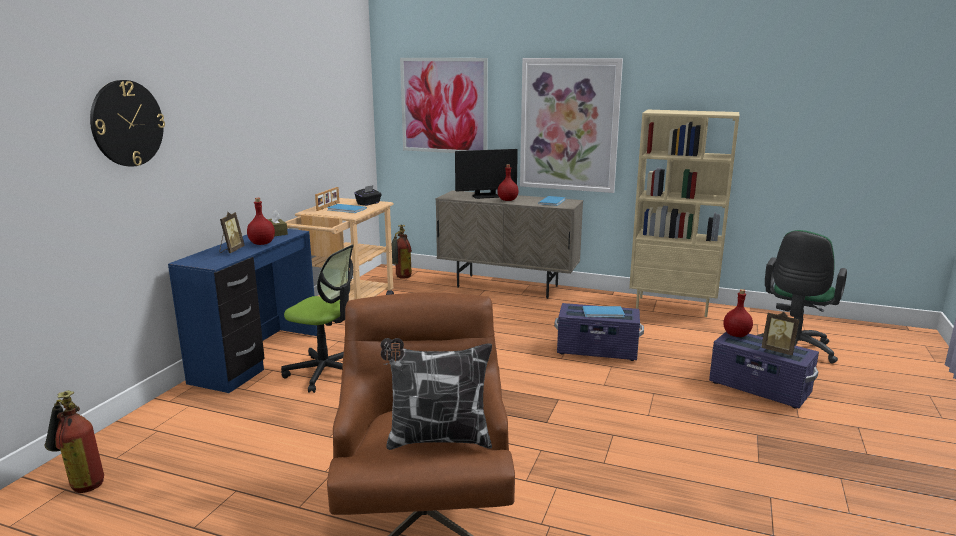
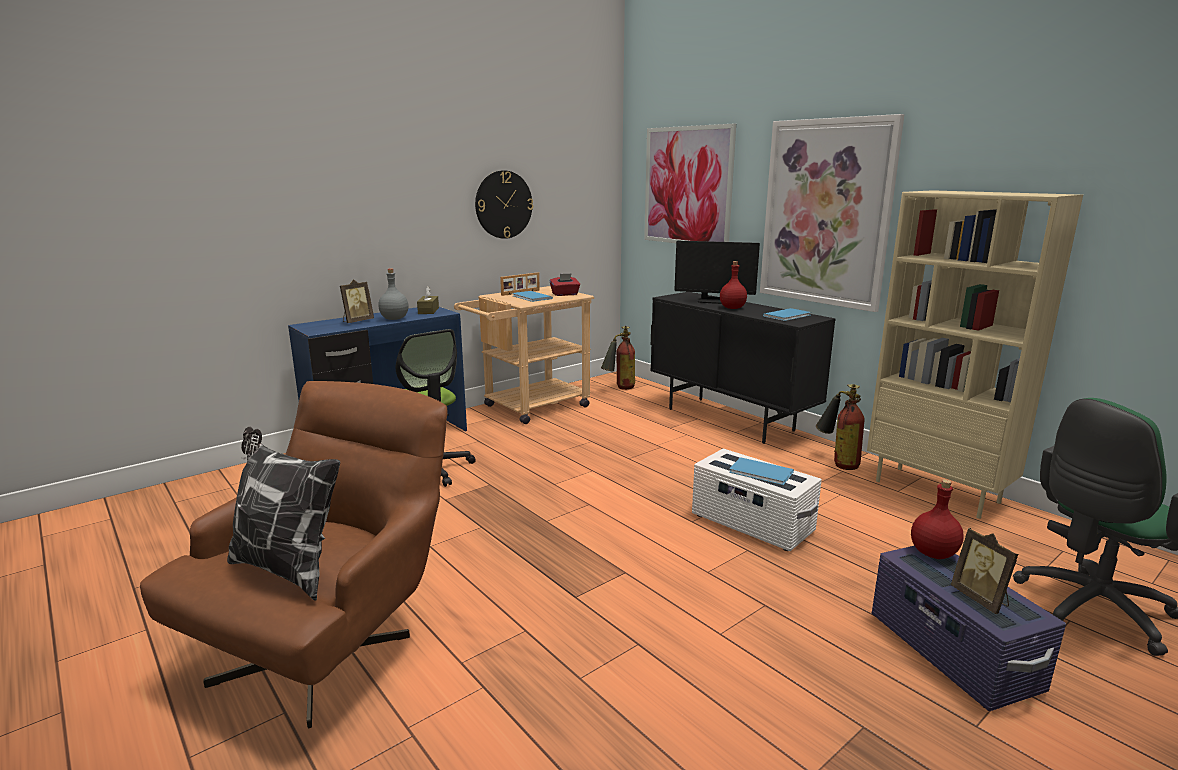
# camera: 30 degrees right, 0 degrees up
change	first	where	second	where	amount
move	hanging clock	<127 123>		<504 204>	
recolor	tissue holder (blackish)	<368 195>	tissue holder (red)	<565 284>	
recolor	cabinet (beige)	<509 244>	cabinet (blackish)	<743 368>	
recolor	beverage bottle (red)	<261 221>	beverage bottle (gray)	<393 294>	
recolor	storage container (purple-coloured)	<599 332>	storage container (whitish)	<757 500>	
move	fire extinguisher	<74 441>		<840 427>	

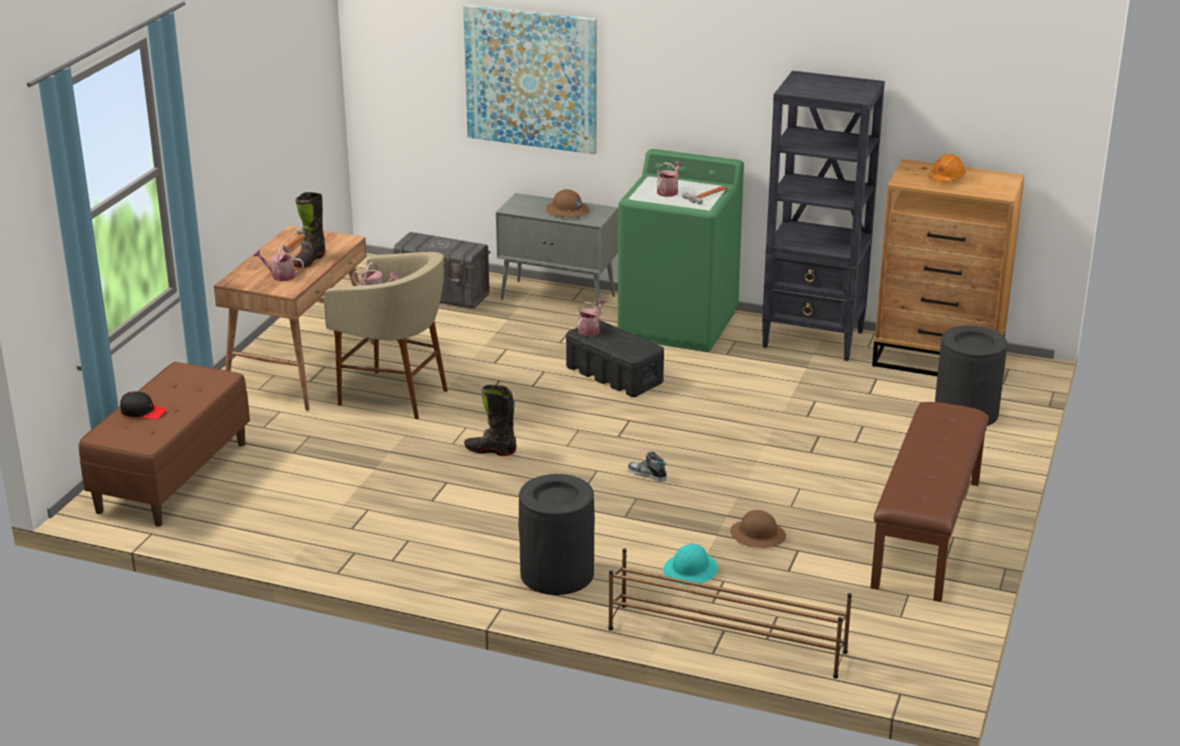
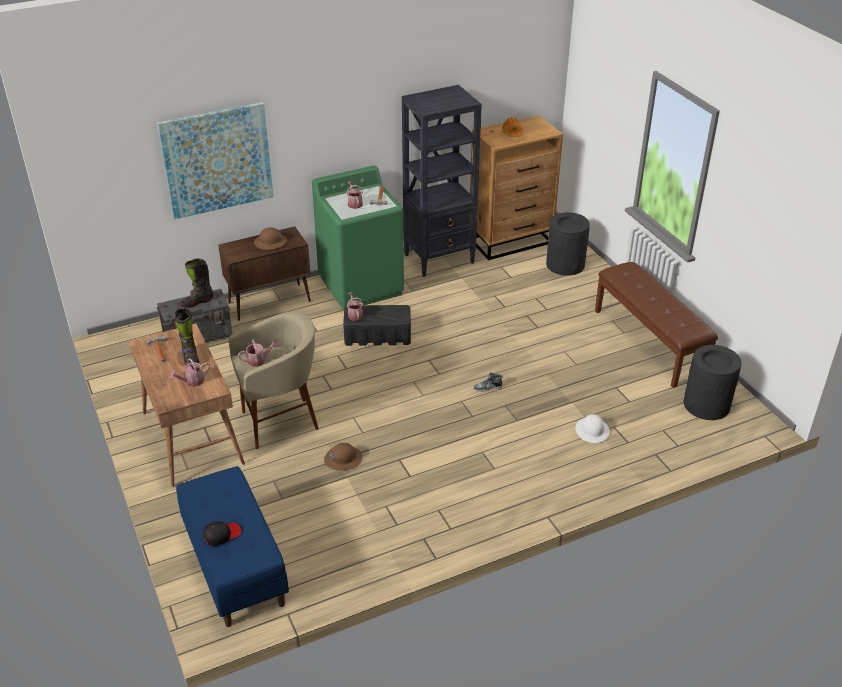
# camera: 45 degrees left, 10 degrees up
change	first	where	second	where	amount
recolor	cabinet (gray)	<557 254>	cabinet (brown-coloured)	<264 273>	
recolor	indoor bench (brown-coloured)	<164 444>	indoor bench (blue-coloured)	<232 546>	
move	high-top boot (blackish)	<490 420>		<196 283>	
move	trash can (blackish)	<556 534>		<713 382>	
move	safety helmet (brown-coloured)	<758 529>		<343 457>	
recolor	safety helmet (turquoise)	<690 564>	safety helmet (whitish)	<592 428>	
delete	shoe rack (brown-coloured)	<730 614>			

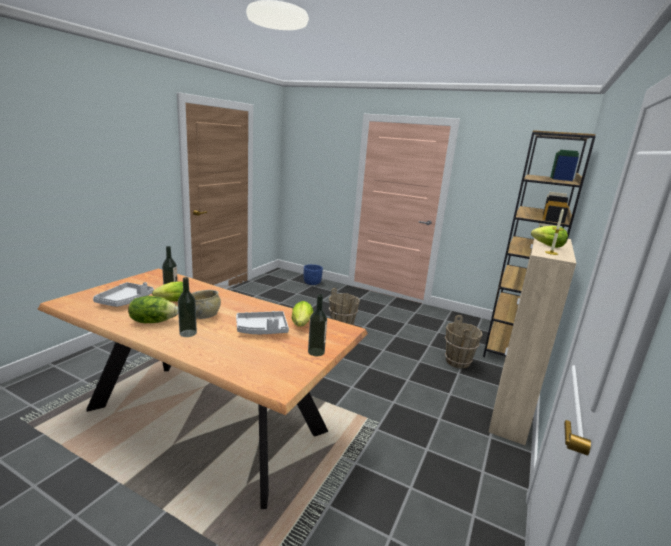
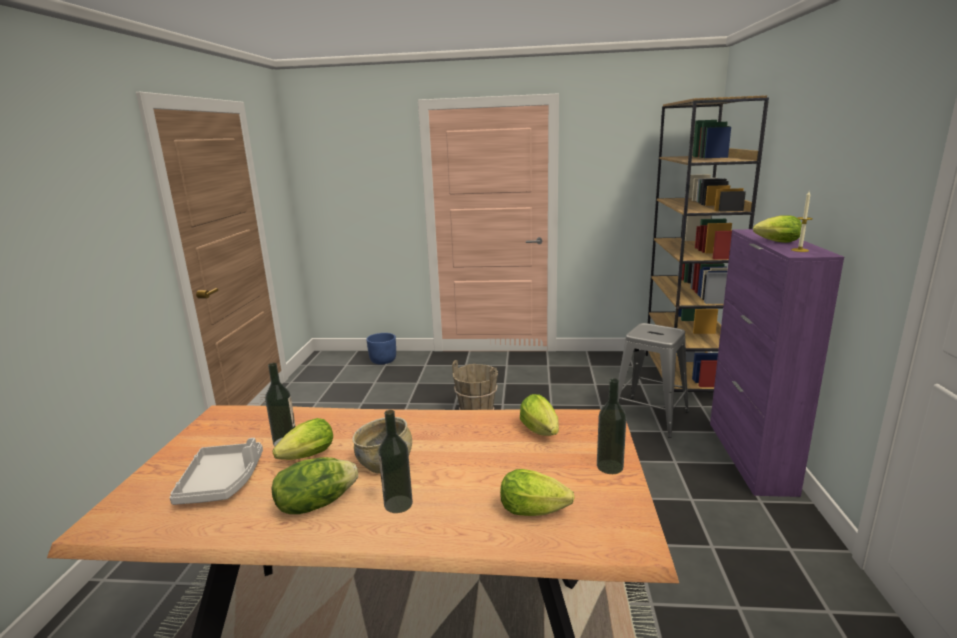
# camera: 20 degrees left, 0 degrees up
change	first	where	second	where	amount
recolor	cabinet (beige)	<532 341>	cabinet (purple-coloured)	<777 363>	
delete	tray (gray)	<262 322>			
replace	bucket (brown-coloured)	<463 342>	sitting stool (gray)	<653 380>	
insert			lettuce	<537 492>	

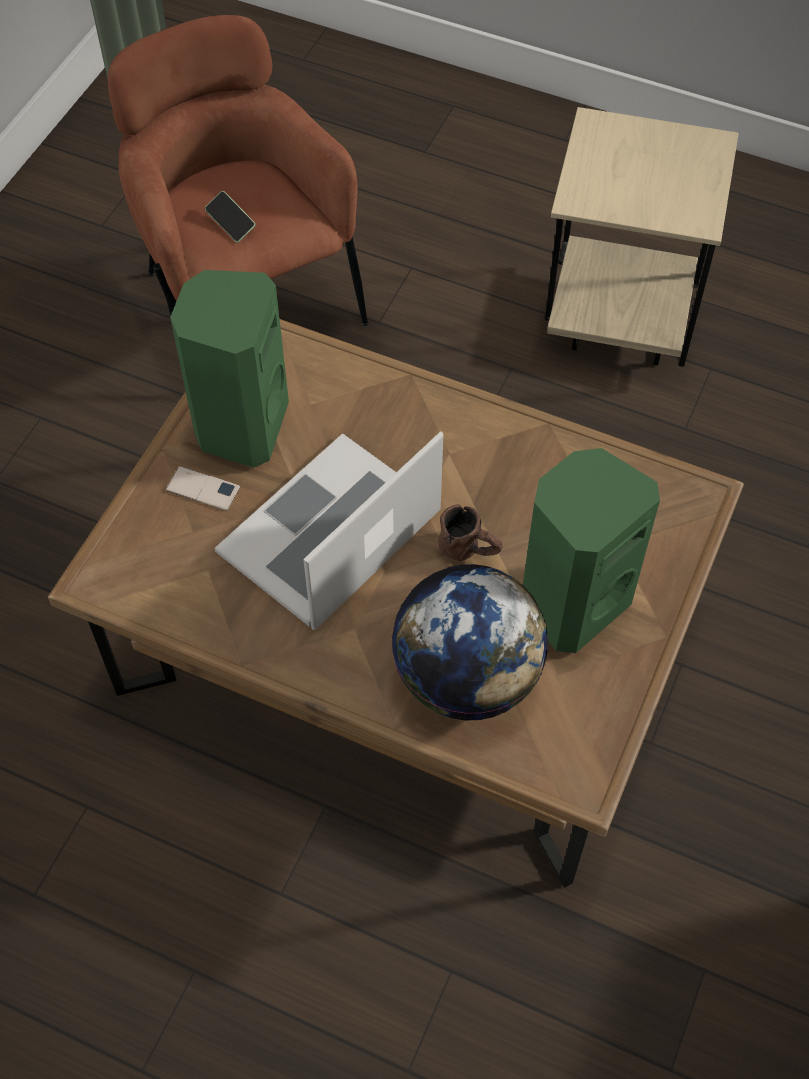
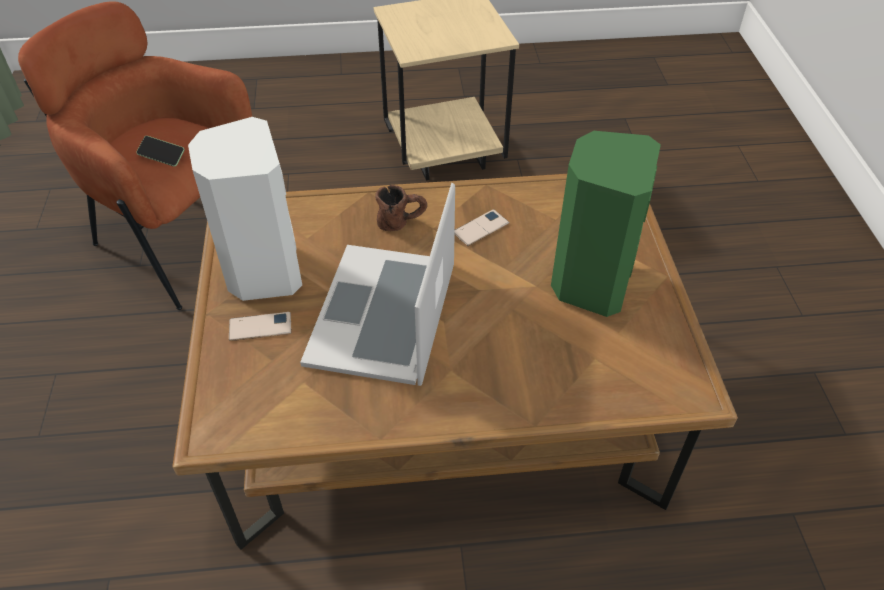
# camera: 30 degrees left, 10 degrees down
change	first	where	second	where	amount
recolor	audio speaker (green)	<229 369>	audio speaker (whitish)	<245 209>	
move	tea mug (brown-coloured)	<470 533>		<401 208>	
delete	globe	<470 642>			
insert			telephone	<481 227>	

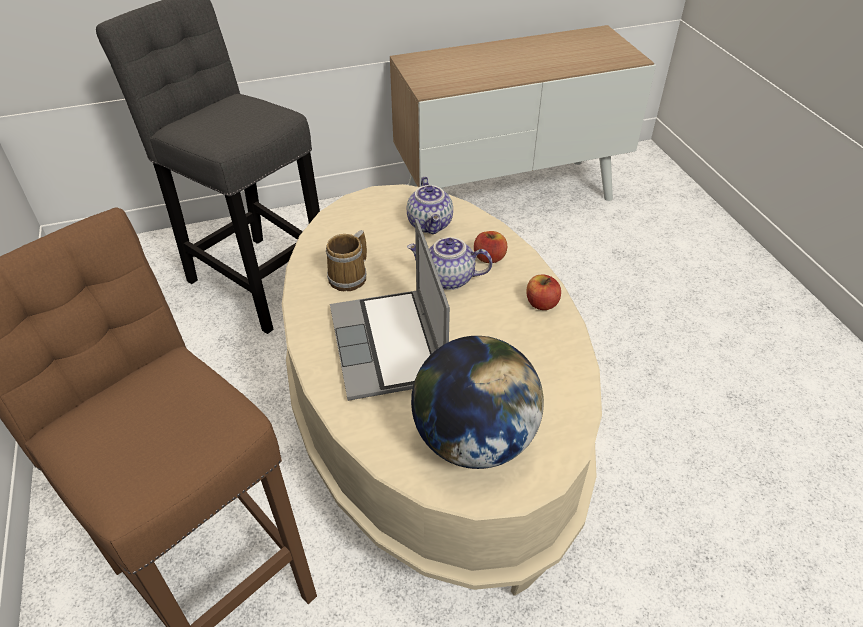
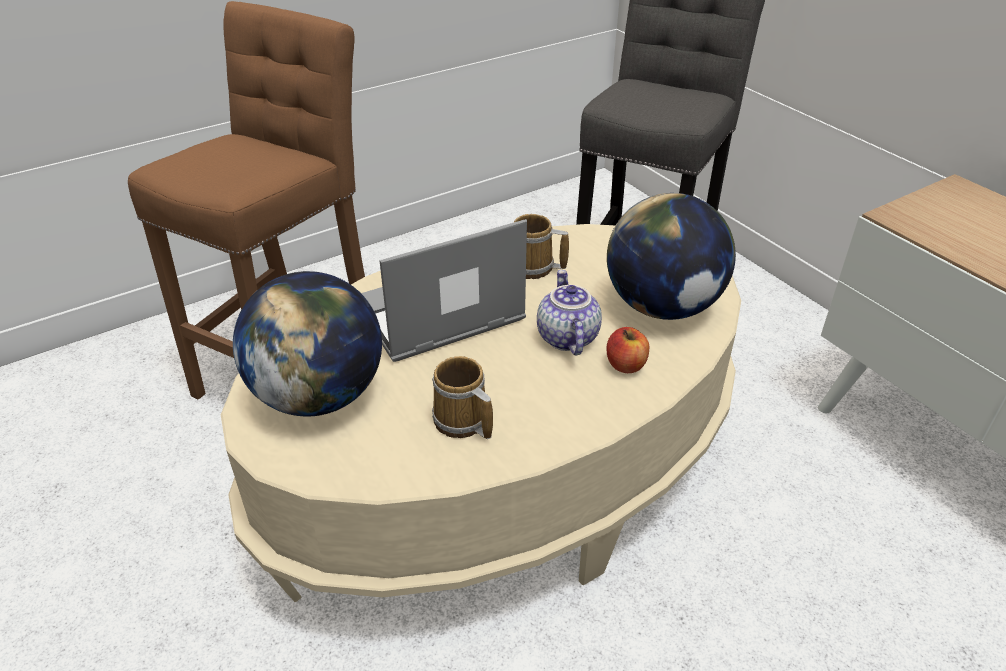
# camera: 75 degrees right, 5 degrees down
change	first	where	second	where	amount
replace	tea pot	<430 205>	globe	<671 256>	
delete	apple fruit	<543 292>			
insert			tea mug	<462 397>	

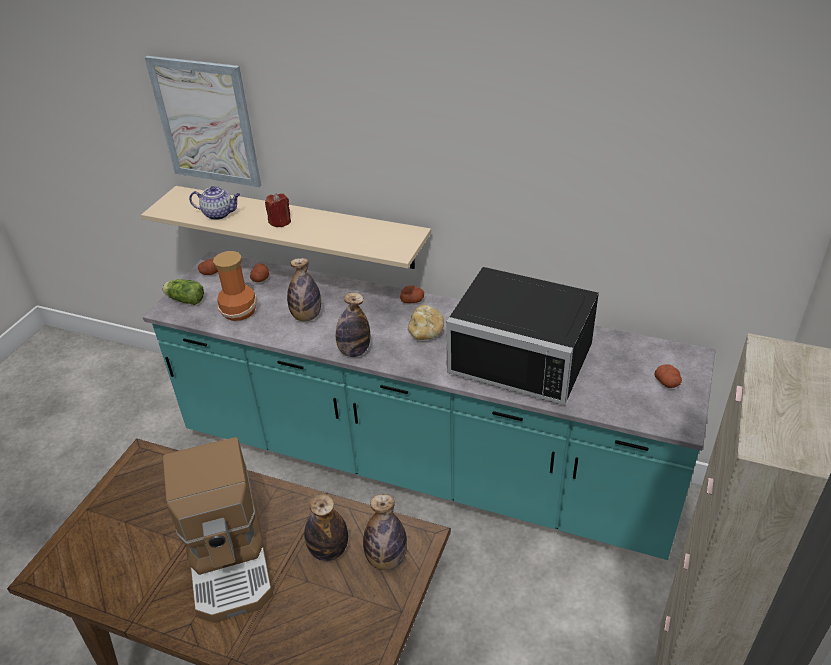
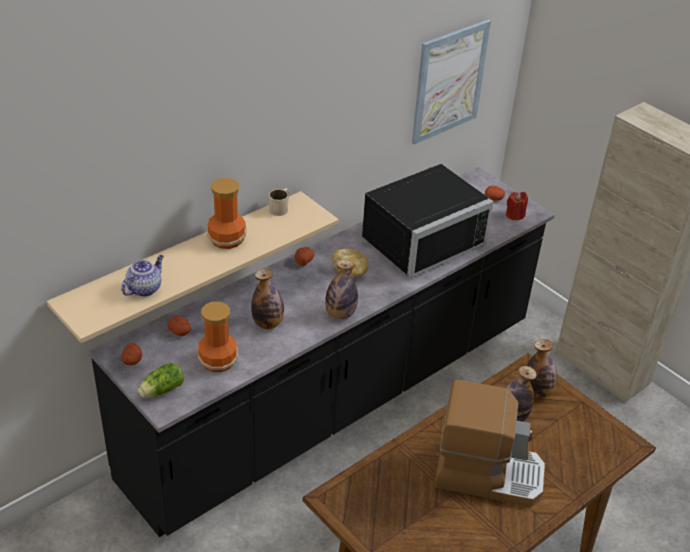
# camera: 65 degrees left, 0 degrees up
change	first	where	second	where	amount
move	wall art	<203 121>		<451 82>	
move	wax light (red)	<278 210>		<517 206>	
recolor	kitchen base unit (turquoise)	<429 405>	kitchen base unit (blackish)	<322 352>	
insert			decorative vase	<227 213>	
insert			tea mug (beige)	<279 202>	

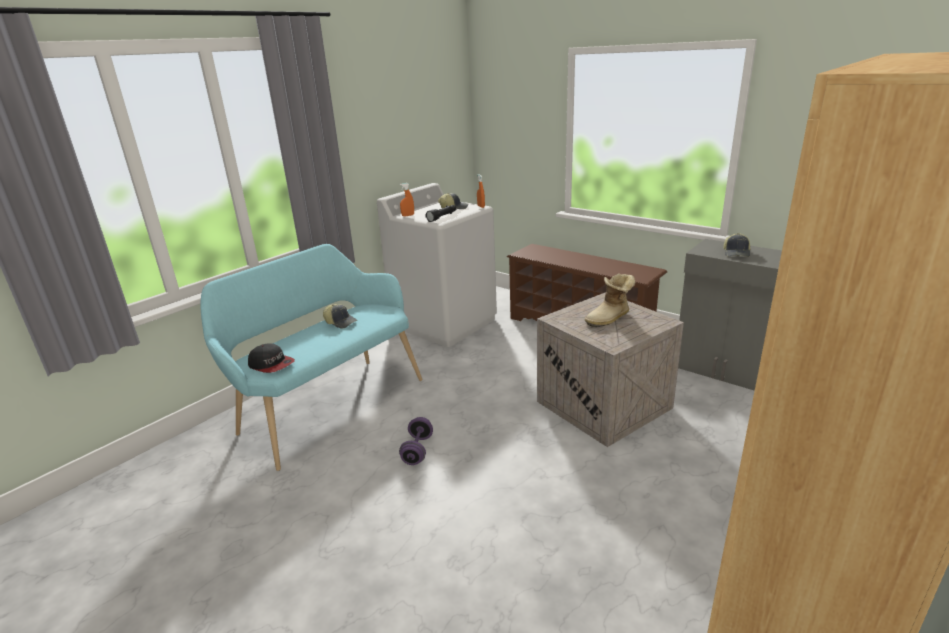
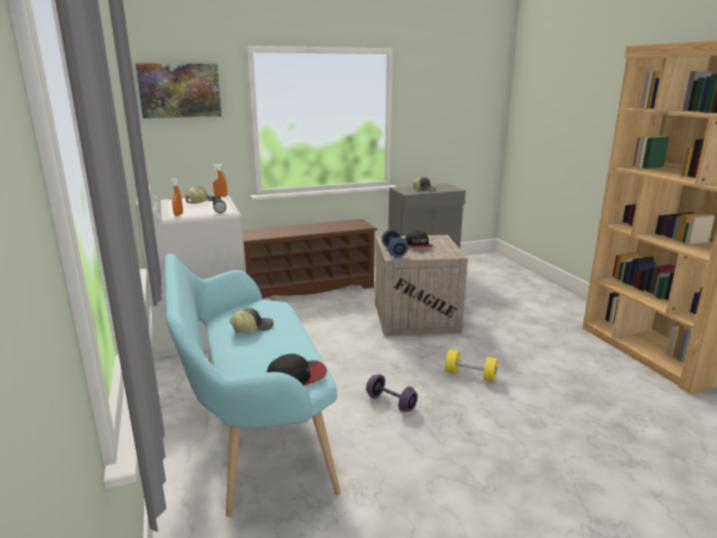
# camera: 60 degrees left, 5 degrees down
change	first	where	second	where	amount
replace	high-top boot	<610 300>	cap	<419 239>	
insert			wall art	<179 90>	
insert			dumbbell (blue-coloured)	<395 243>	
insert			dumbbell (yellow)	<471 365>	

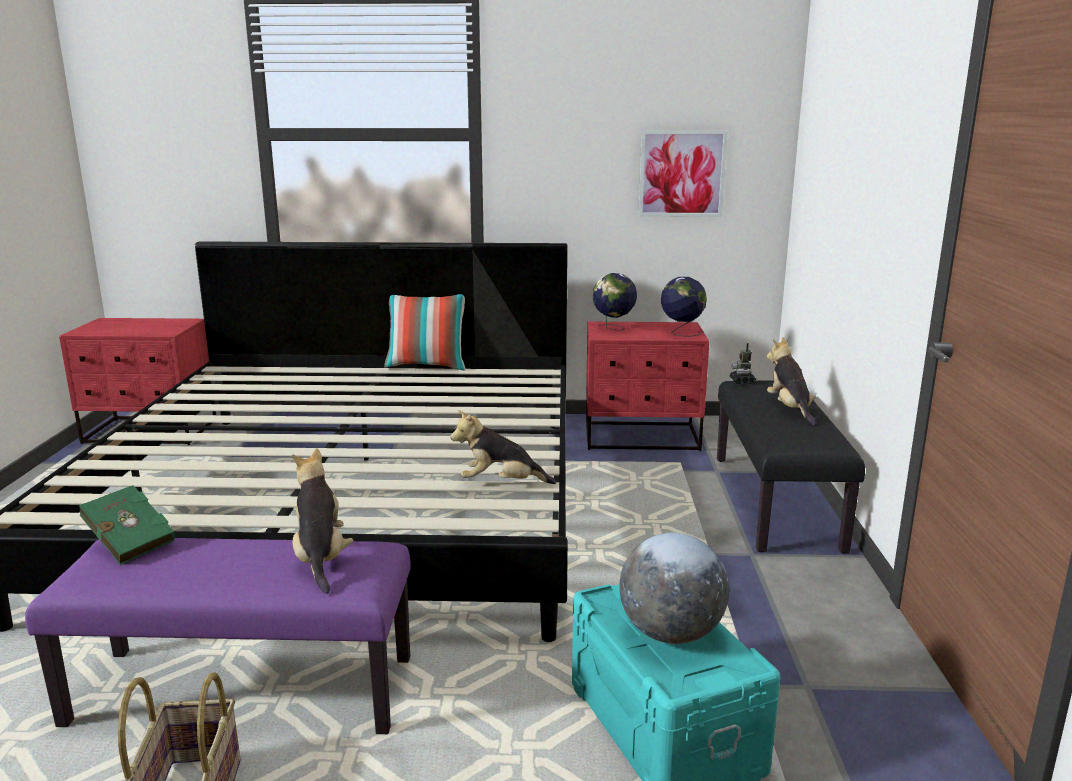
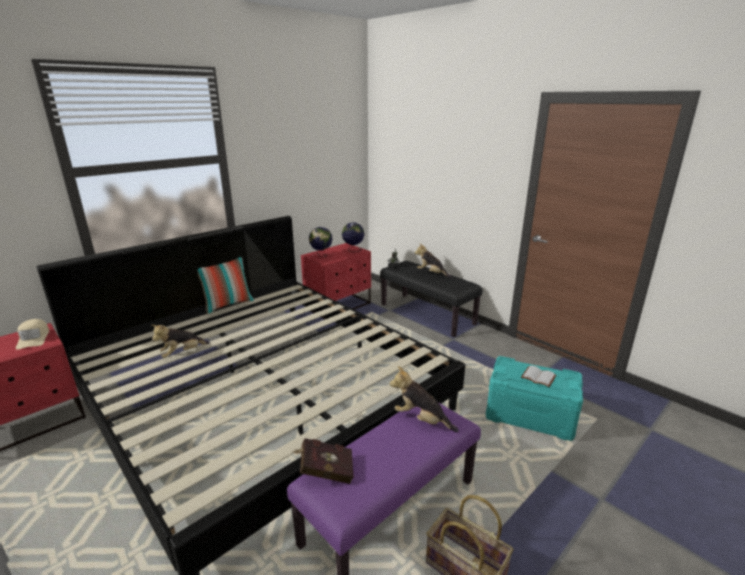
# camera: 45 degrees left, 5 degrees up
change	first	where	second	where	amount
delete	wall art	<683 173>			
move	soft toy	<503 447>		<181 341>	
recolor	volume (green)	<127 525>	volume (red)	<323 461>	
replace	globe	<674 588>	volume (whitish)	<538 376>	
insert			cap (beige)	<32 334>	

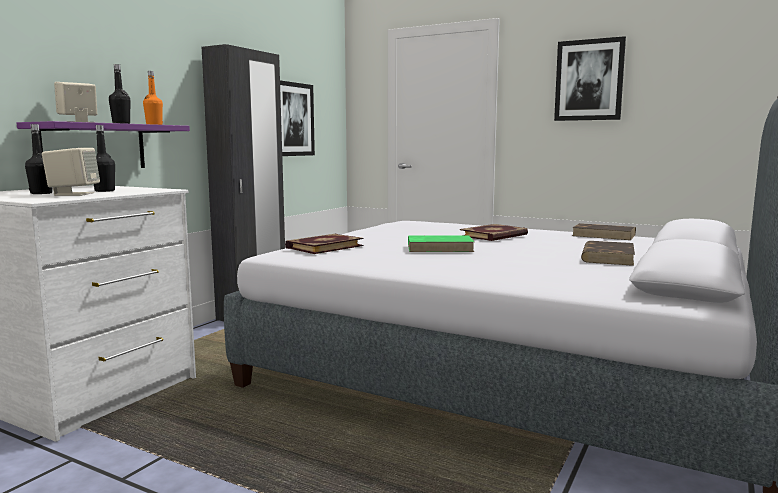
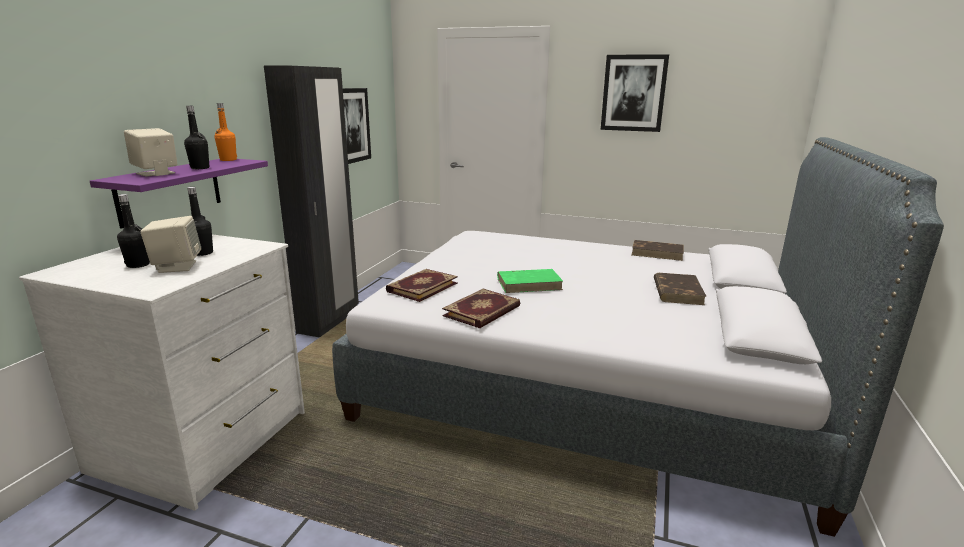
# camera: 10 degrees left, 10 degrees up
change	first	where	second	where	amount
move	volume	<494 232>		<481 308>	

